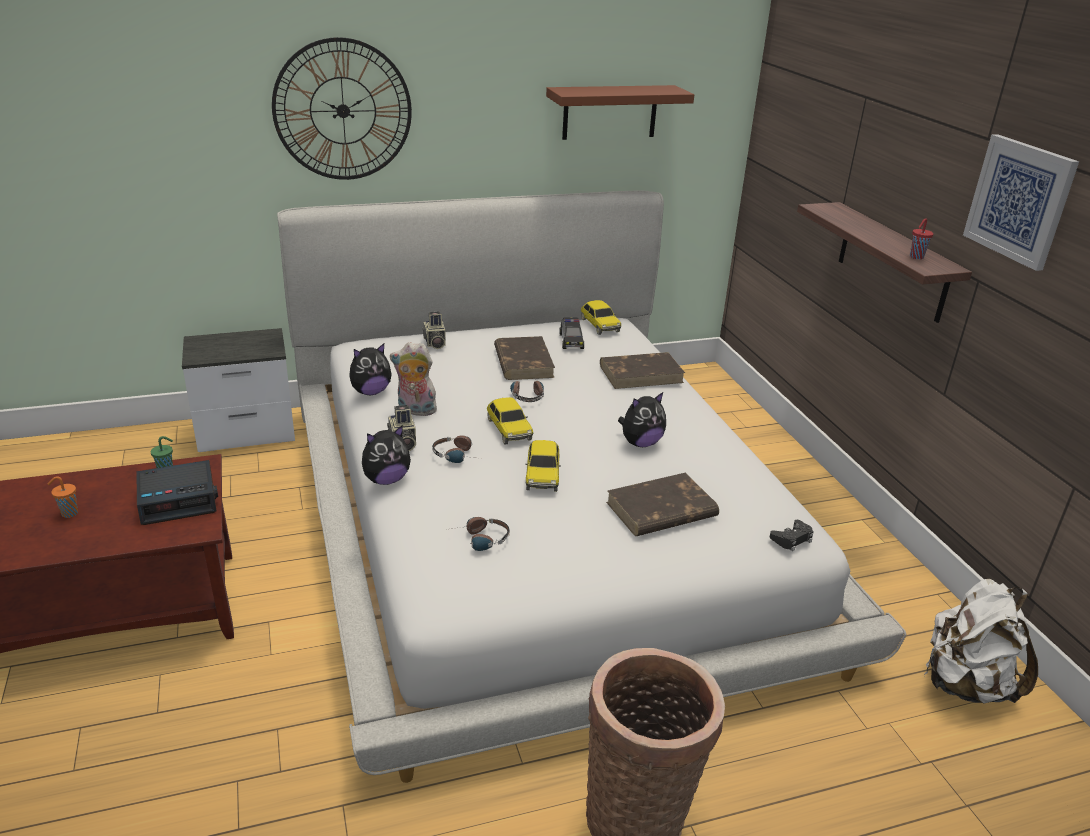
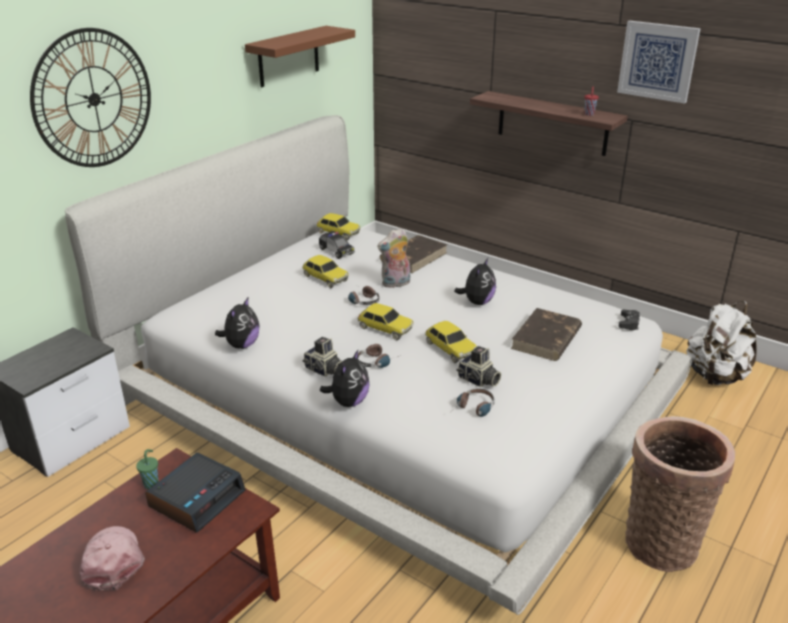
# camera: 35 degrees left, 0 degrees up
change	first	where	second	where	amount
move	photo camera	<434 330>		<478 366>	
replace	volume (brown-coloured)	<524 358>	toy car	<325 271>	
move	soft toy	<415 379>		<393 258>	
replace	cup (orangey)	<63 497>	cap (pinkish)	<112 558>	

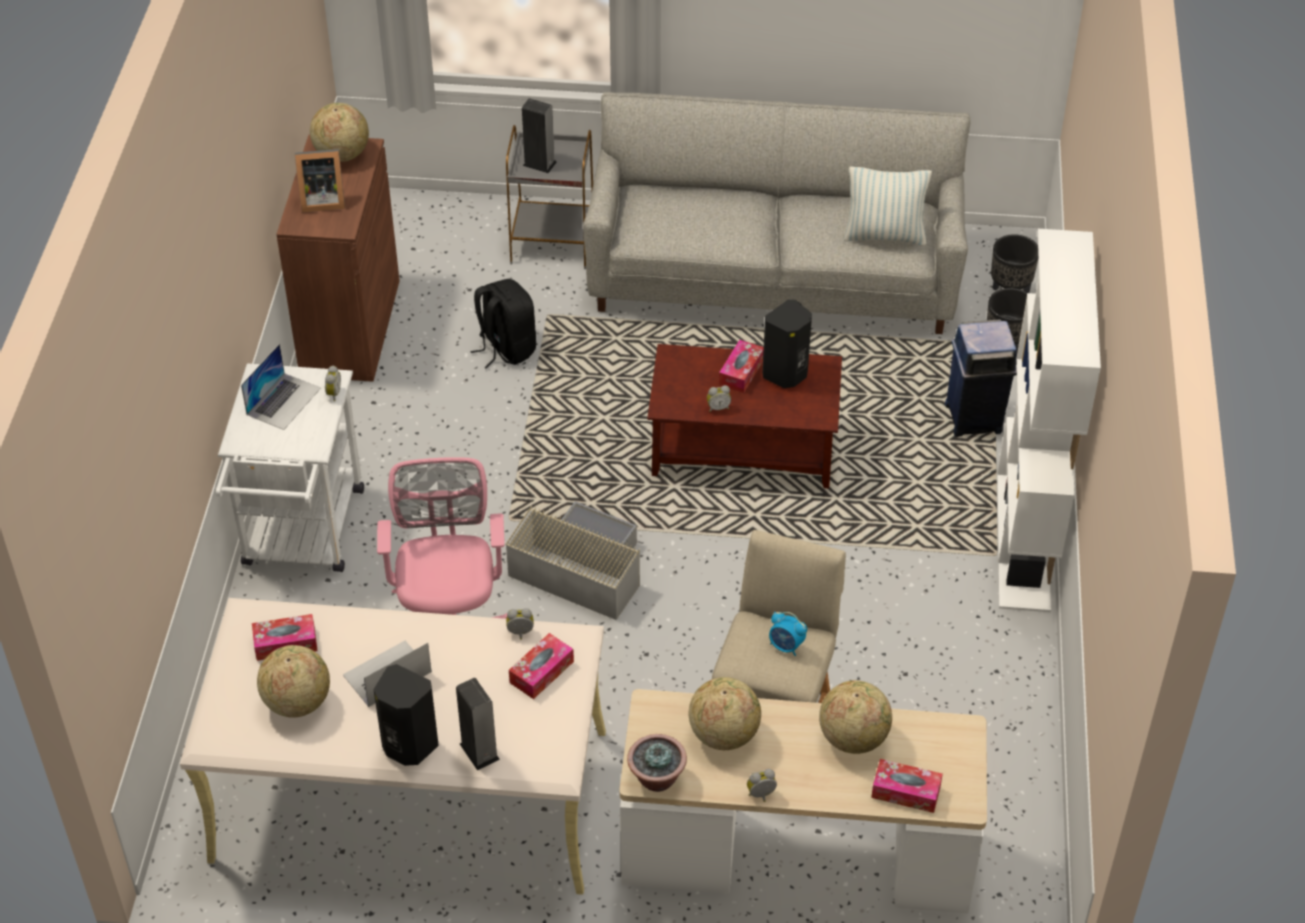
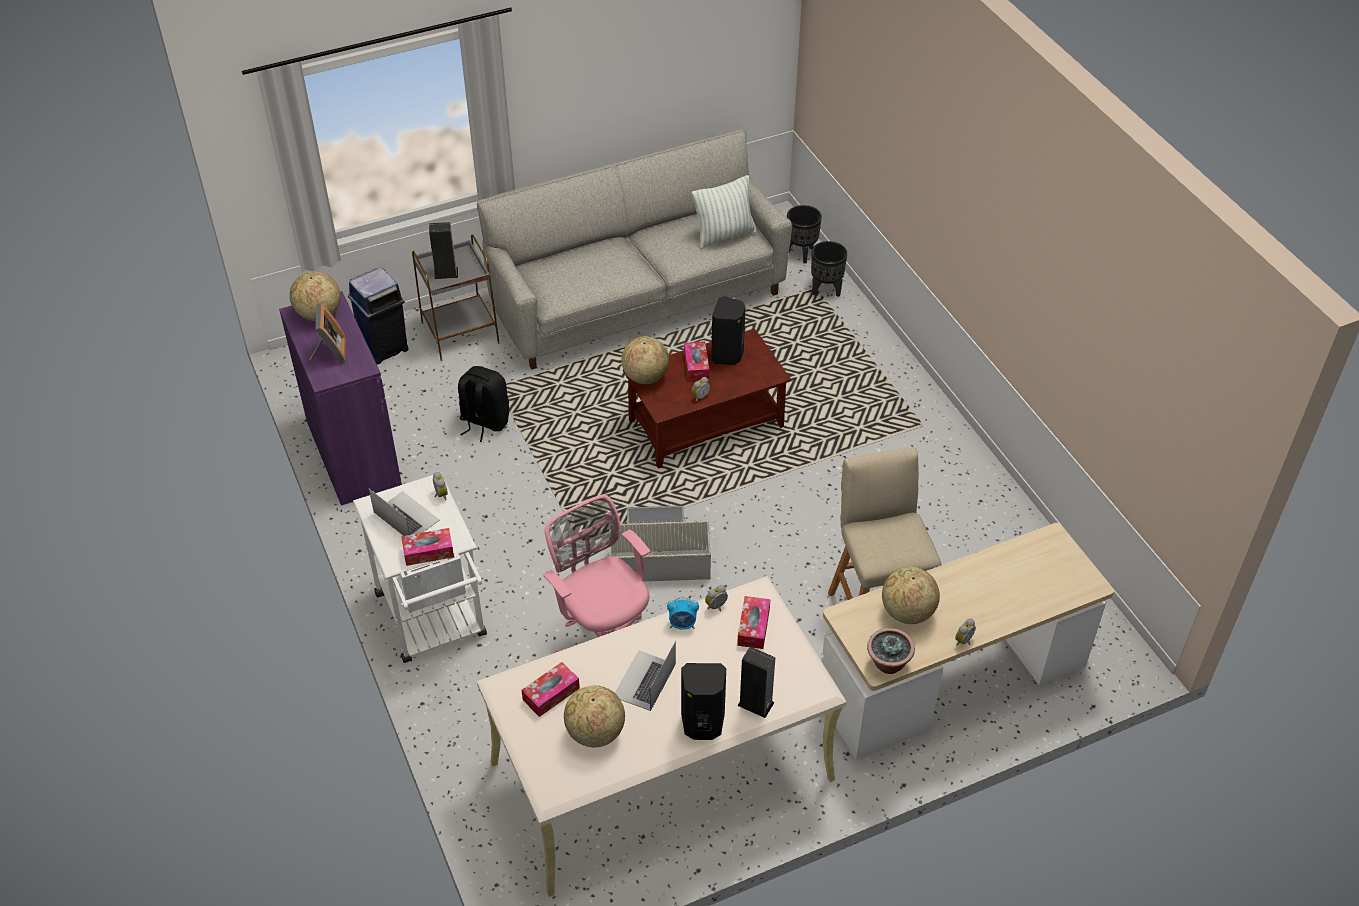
# camera: 30 degrees left, 0 degrees up
change	first	where	second	where	amount
recolor	cabinet (brown-coloured)	<338 258>	cabinet (purple-coloured)	<340 398>	
rotate	picture frame	<320 180>		<327 333>	60 degrees counterclockwise
delete	bookcase (whitish)	<1049 420>			
move	trash can (blue-coloured)	<981 378>		<378 316>	
rotate	notebook computer	<281 387>		<404 512>	45 degrees counterclockwise
move	bedside clock	<788 634>		<683 613>	
move	globe	<855 717>		<645 360>	
move	tissue holder	<907 786>		<427 547>	

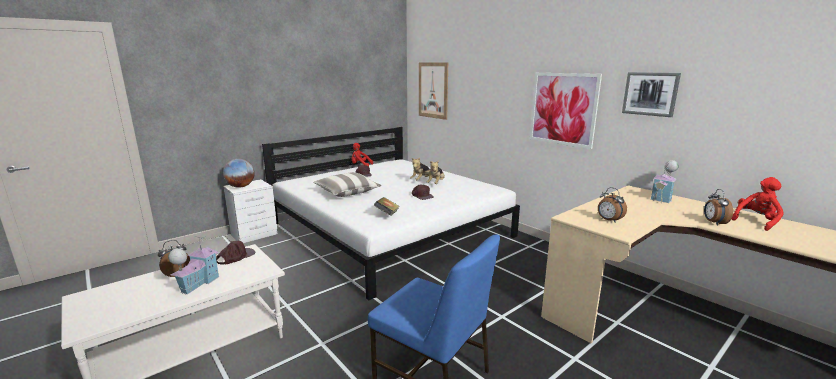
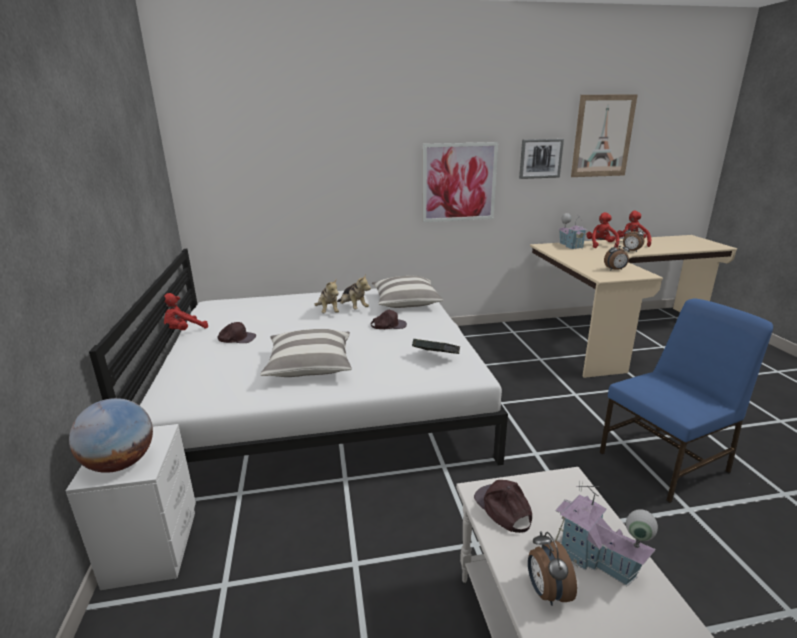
# camera: 60 degrees left, 5 degrees up
change	first	where	second	where	amount
move	wall art	<433 91>		<604 135>	
insert			soft toy (red)	<603 230>	
insert			cushion	<408 292>	

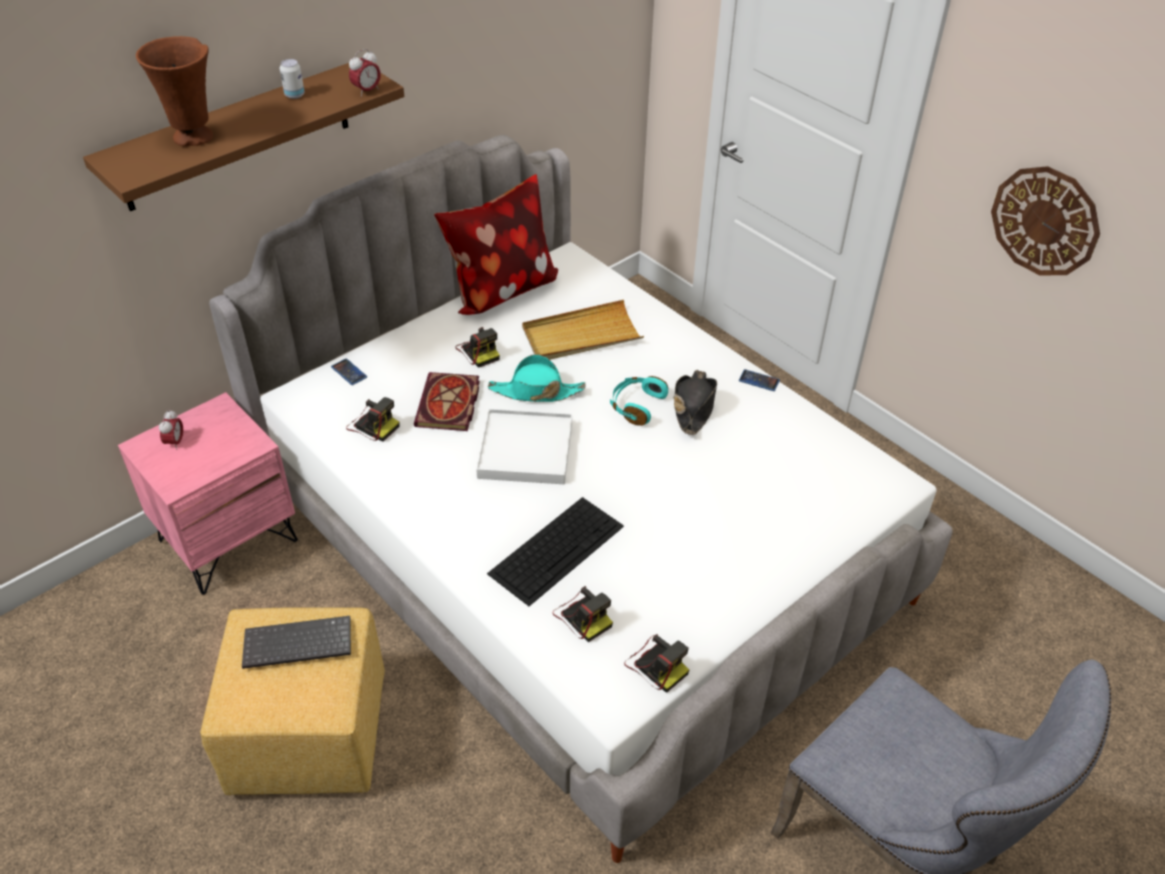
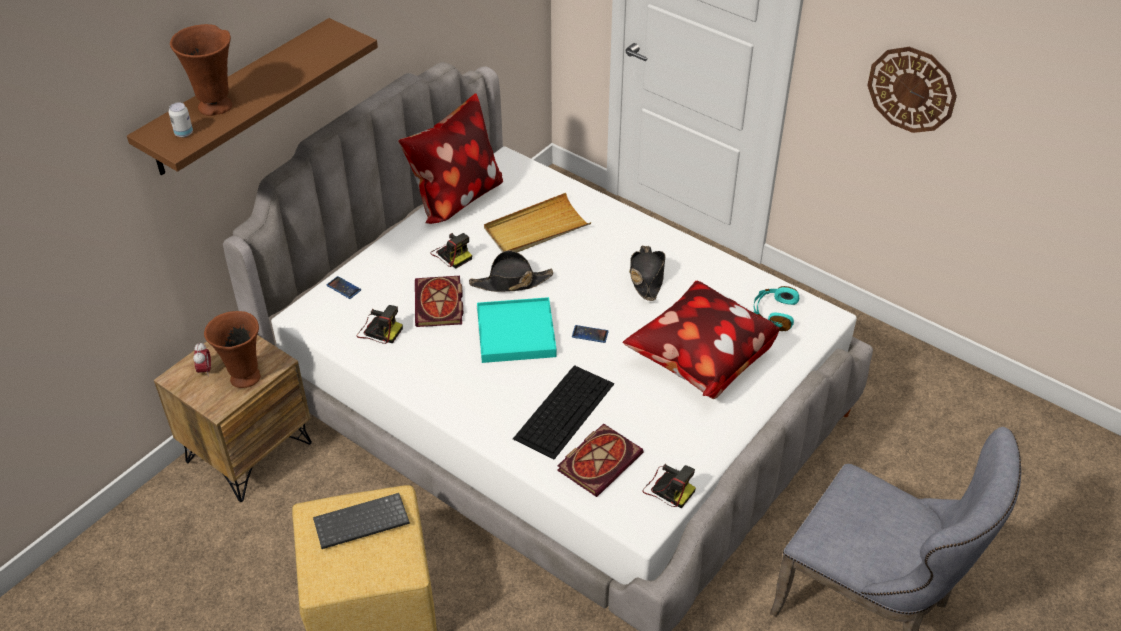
# camera: 10 degrees left, 0 degrees up
change	first	where	second	where	amount
delete	bedside clock	<365 73>			
move	sealed can	<292 79>		<181 120>	
recolor	clothing hat (turquoise)	<537 378>	clothing hat (blackish)	<511 271>	
move	telephone	<759 380>		<590 334>	
move	pair of headphones (turquoise)	<639 401>		<776 308>	
recolor	bedside table (pinkish)	<208 493>	bedside table (brown-coloured)	<233 418>	
recolor	tray (whitish)	<524 446>	tray (turquoise)	<517 330>	
replace	photo camera	<583 614>	volume	<600 460>	
insert			cushion	<701 340>	
insert			decorative vase (brown-coloured)	<232 349>	

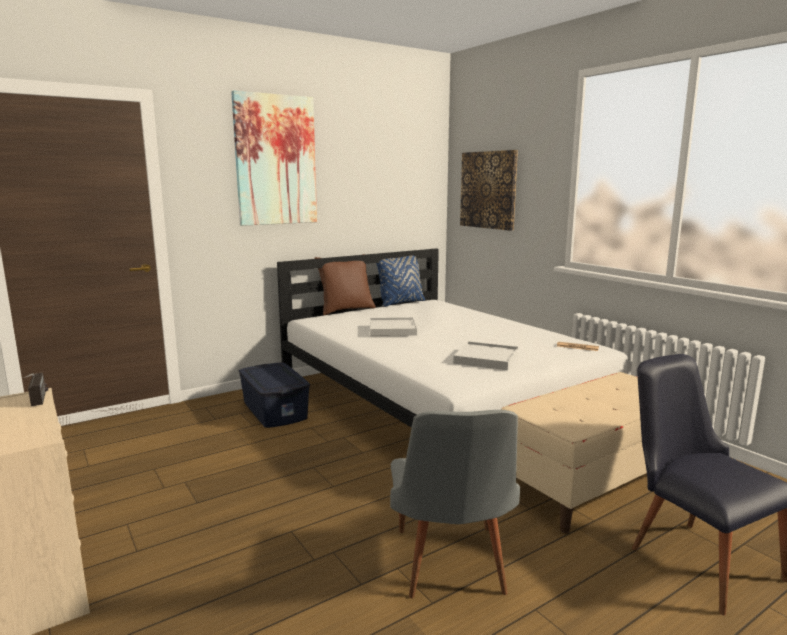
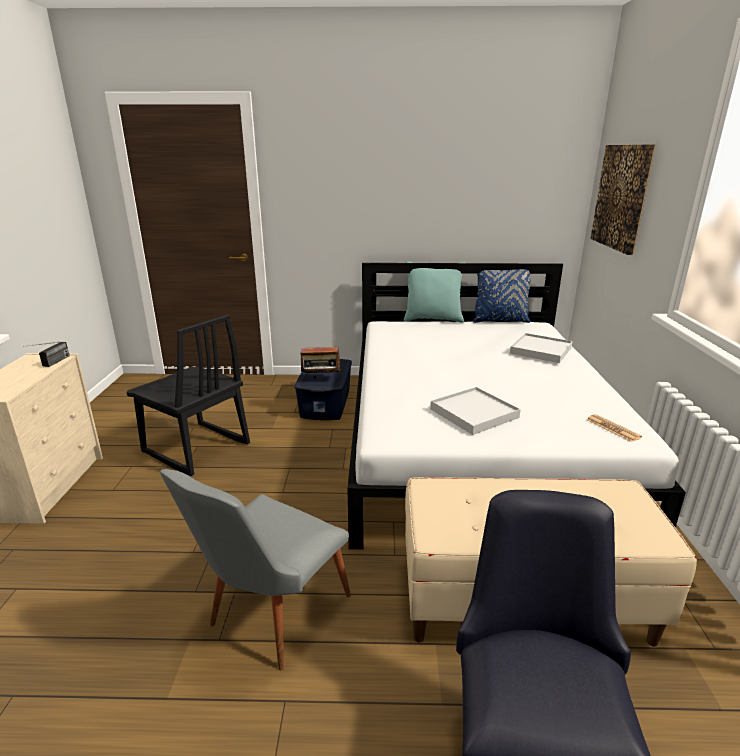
# camera: 35 degrees right, 10 degrees up
change	first	where	second	where	amount
delete	wall art	<274 158>			
recolor	cushion (brown-coloured)	<345 284>	cushion (turquoise)	<433 292>	
move	tray (whitish)	<393 326>		<541 348>	
insert			upright chair (blackish)	<188 395>	
insert			radio receiver	<321 360>	

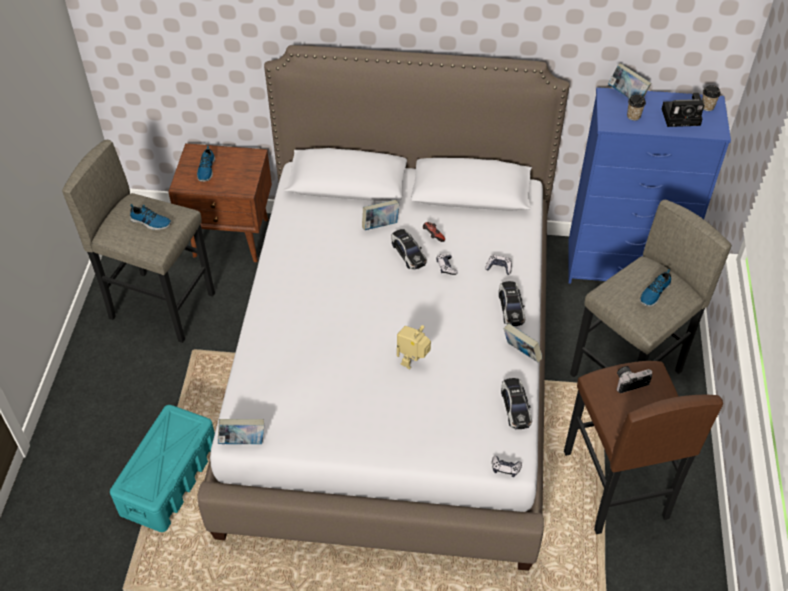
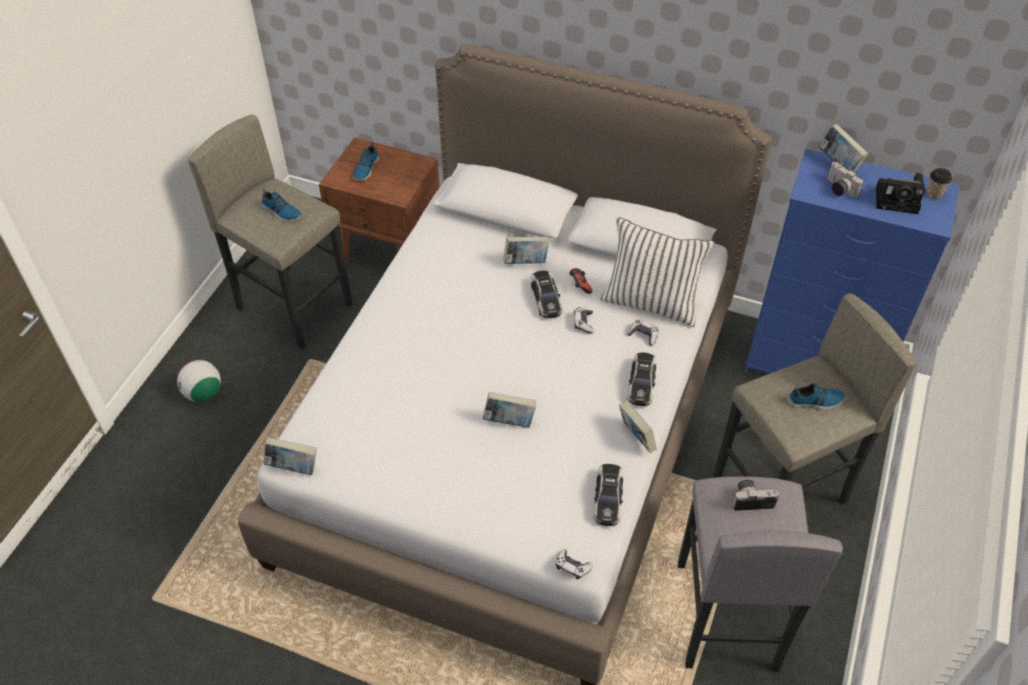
# camera: 15 degrees right, 0 degrees up
change	first	where	second	where	amount
replace	cup	<636 108>	photo camera	<845 180>	
rotate	shoe	<655 288>		<816 396>	150 degrees counterclockwise
replace	model robot	<414 347>	volume	<509 410>	
recolor	sitting stool (brown-coloured)	<643 447>	sitting stool (gray)	<760 574>	
delete	storage container (turquoise)	<162 468>			
insert			cushion (whitish)	<657 272>	
insert			football ball	<199 381>	

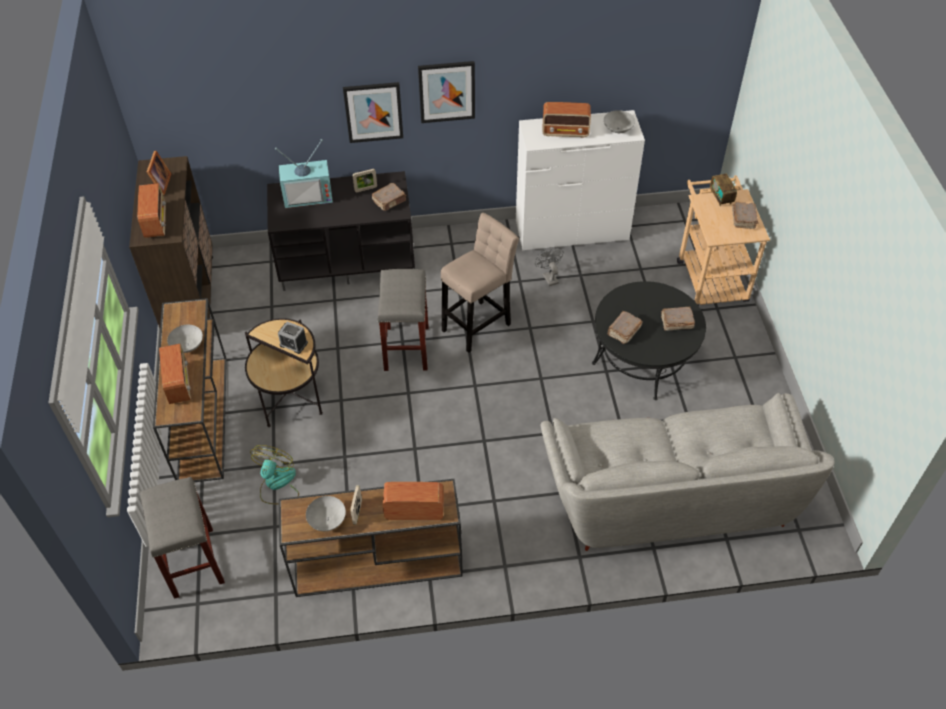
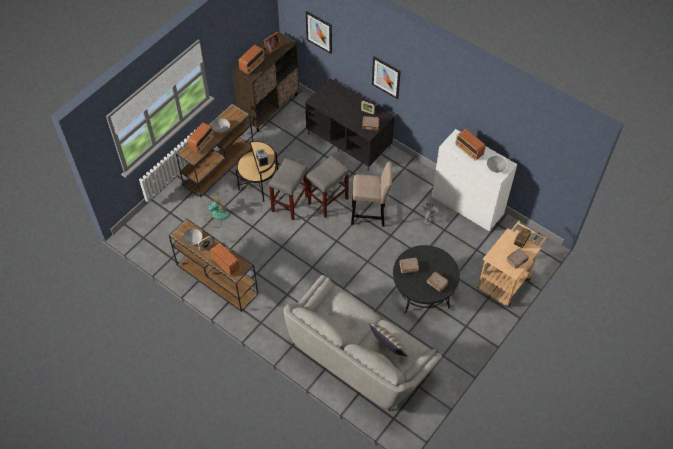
# camera: 45 degrees right, 5 degrees up
change	first	where	second	where	amount
move	wall art	<446 92>		<319 32>	
delete	television	<304 173>			
move	sitting stool (gray)	<182 538>		<288 189>	
insert			cushion	<388 340>	

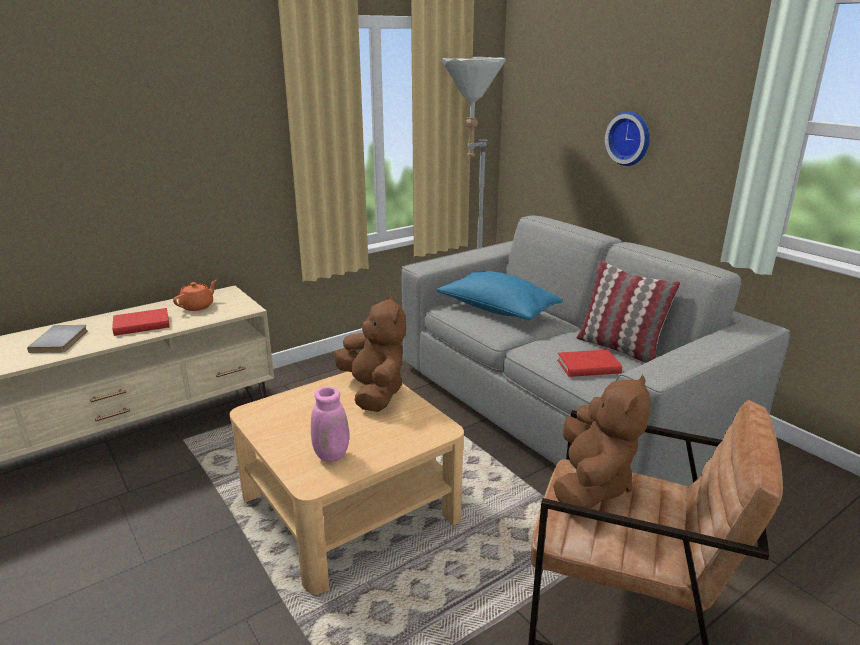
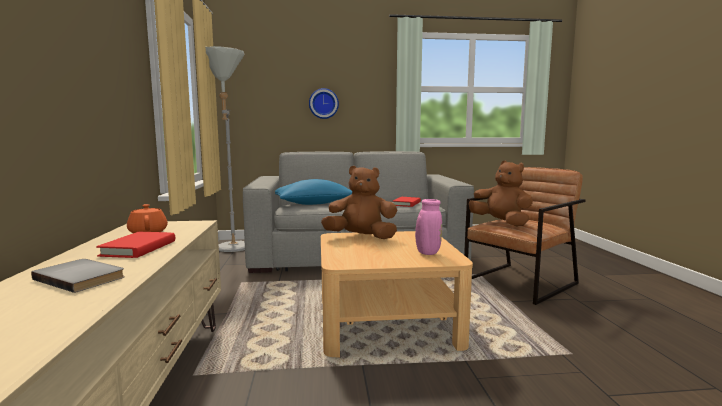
# camera: 60 degrees left, 15 degrees down
change	first	where	second	where	amount
delete	cushion	<628 312>			

